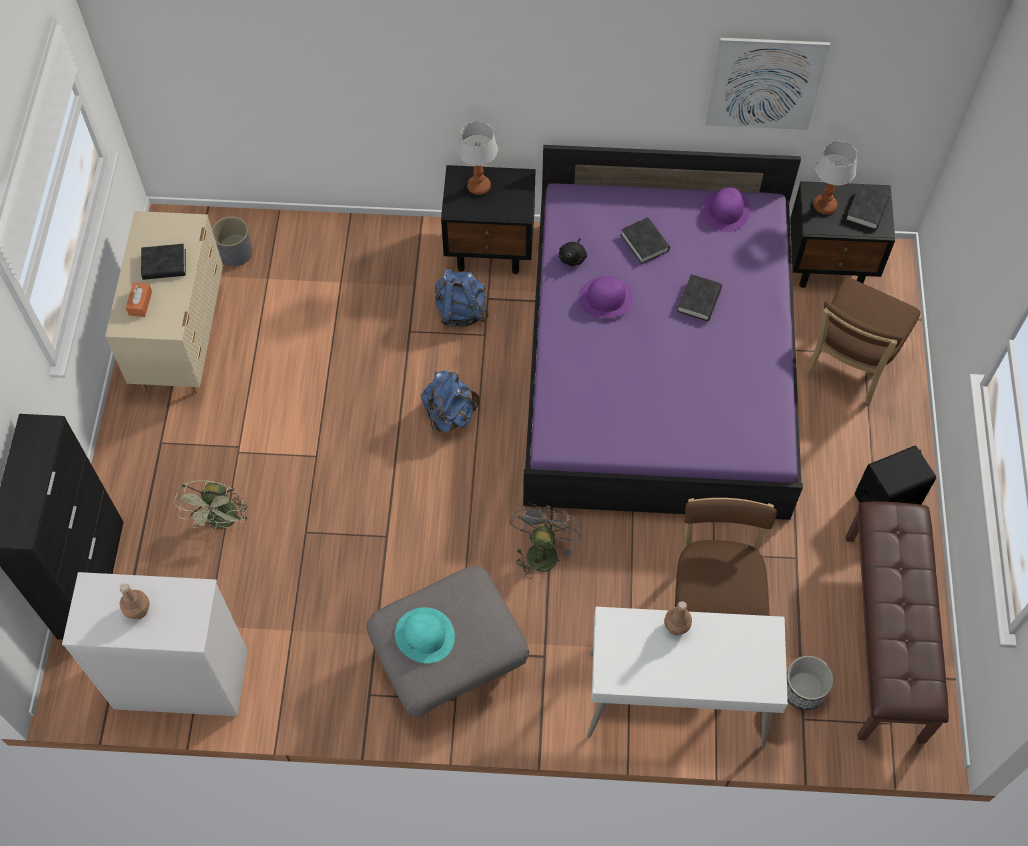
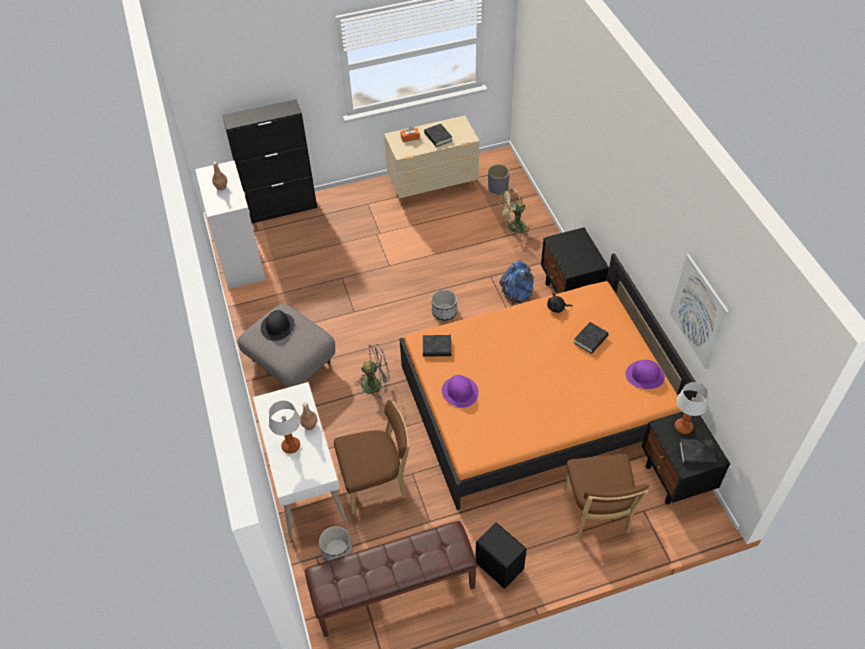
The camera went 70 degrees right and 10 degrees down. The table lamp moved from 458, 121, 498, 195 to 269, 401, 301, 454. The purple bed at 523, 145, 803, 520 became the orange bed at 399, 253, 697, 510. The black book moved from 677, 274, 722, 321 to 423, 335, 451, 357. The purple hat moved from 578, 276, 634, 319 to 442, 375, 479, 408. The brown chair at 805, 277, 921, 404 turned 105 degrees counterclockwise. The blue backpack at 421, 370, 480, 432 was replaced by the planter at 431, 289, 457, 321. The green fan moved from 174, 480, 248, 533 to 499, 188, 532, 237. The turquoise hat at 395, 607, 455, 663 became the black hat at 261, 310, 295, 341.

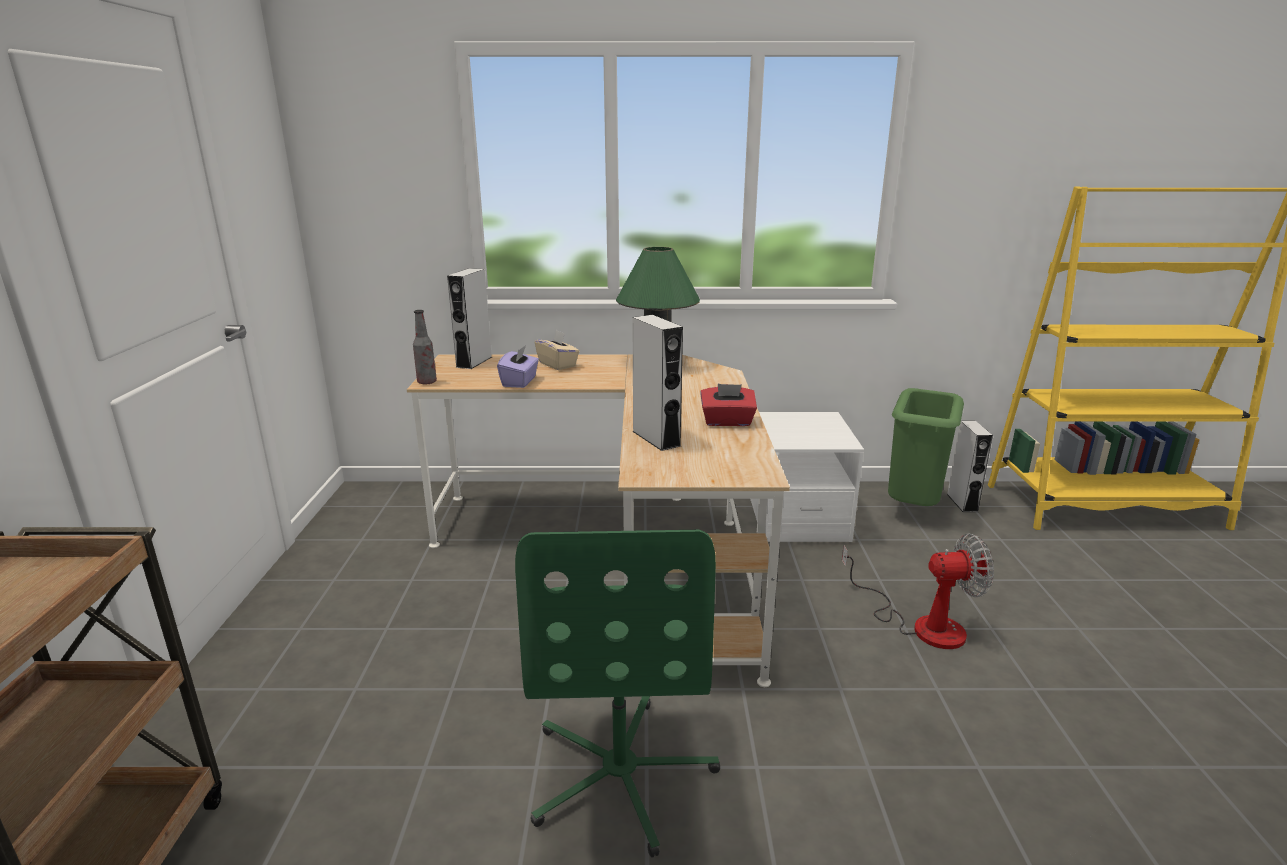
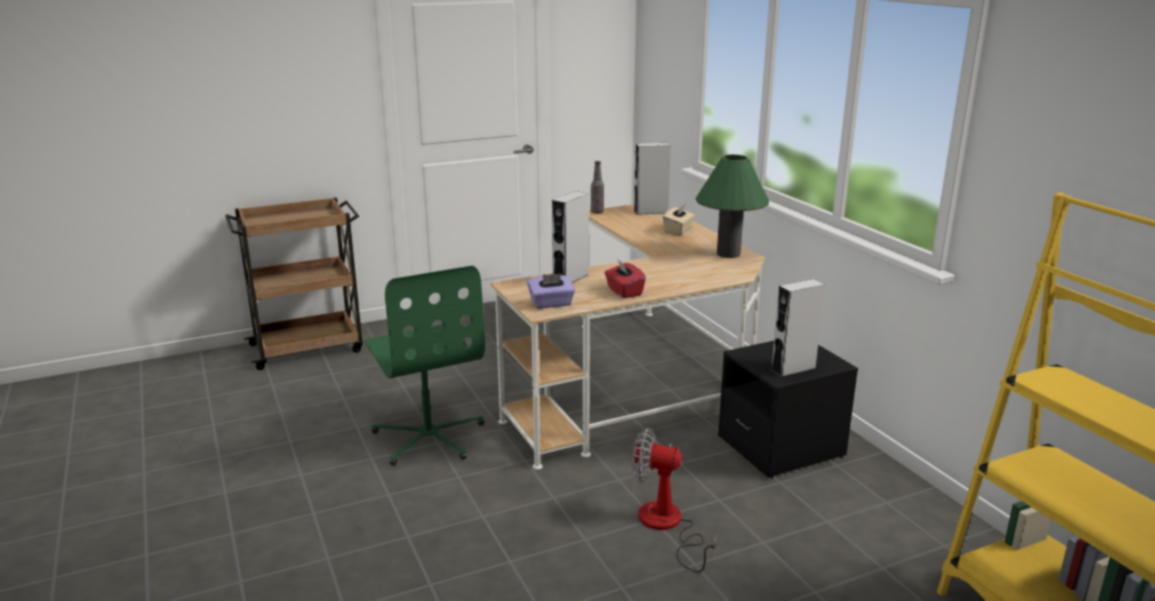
The camera went 65 degrees right and 0 degrees up. The purple tissue box moved from 497, 345, 539, 388 to 527, 273, 575, 309. The green trash can at 888, 388, 964, 506 disappeared. The white nightstand at 750, 412, 864, 542 became the black nightstand at 718, 341, 858, 478. The grey speaker moved from 947, 421, 993, 512 to 771, 279, 825, 377. The green office chair at 515, 530, 720, 858 turned 90 degrees counterclockwise. The fan at 842, 533, 994, 649 turned 135 degrees clockwise.

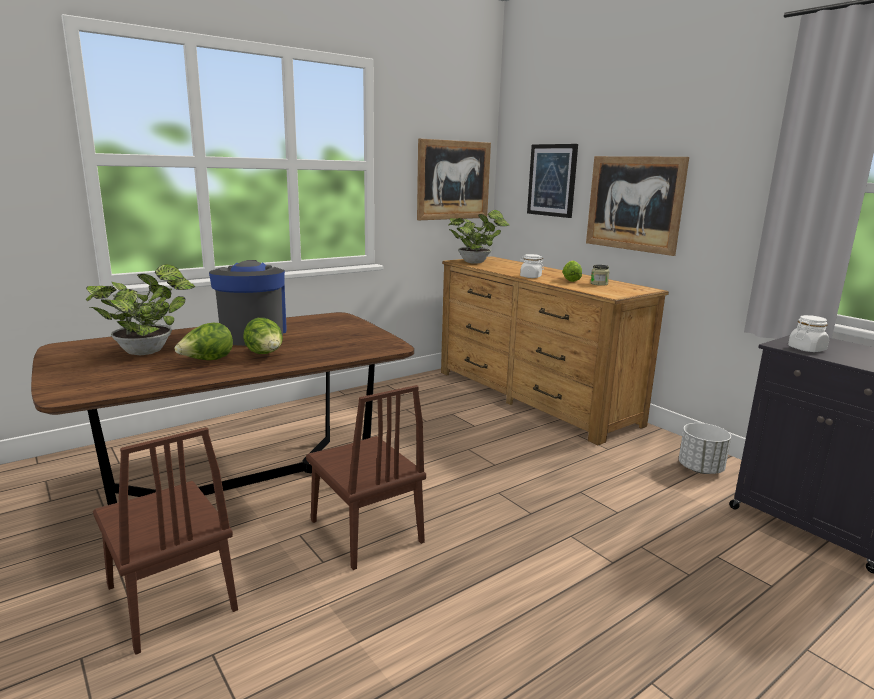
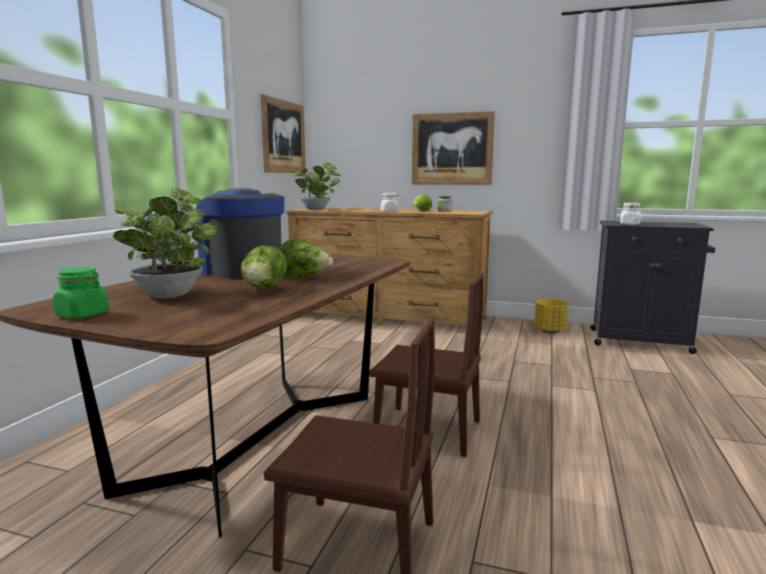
The camera went 35 degrees left and 5 degrees down. The picture at 527, 144, 578, 218 disappeared. The white planter at 679, 423, 731, 474 became the yellow planter at 534, 299, 569, 333. The green jar at 53, 267, 109, 318 appeared.

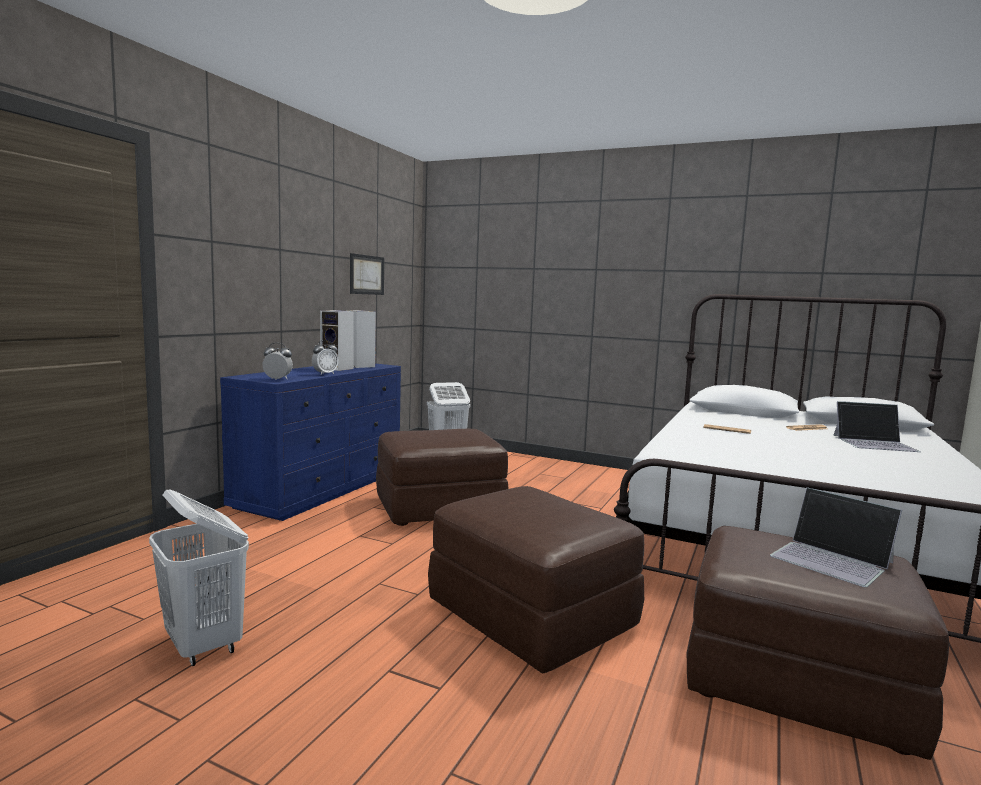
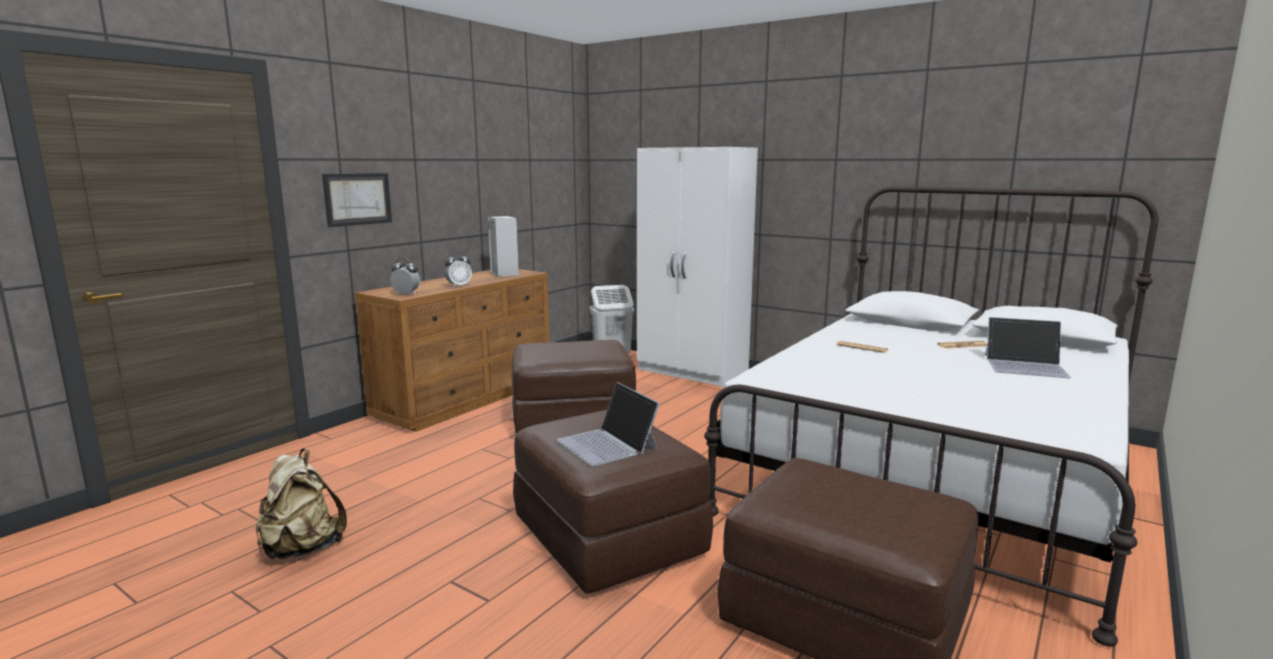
The camera went 10 degrees right and 5 degrees up. The picture moved from 350, 253, 384, 295 to 322, 173, 392, 227. The speaker at 320, 310, 354, 371 disappeared. The blue dresser at 220, 364, 401, 521 became the brown dresser at 355, 269, 550, 432. The laptop moved from 770, 487, 902, 587 to 557, 382, 660, 466. The white laundry basket at 149, 490, 249, 666 was replaced by the beige backpack at 256, 449, 347, 559. The white wardrobe at 637, 147, 758, 387 appeared.

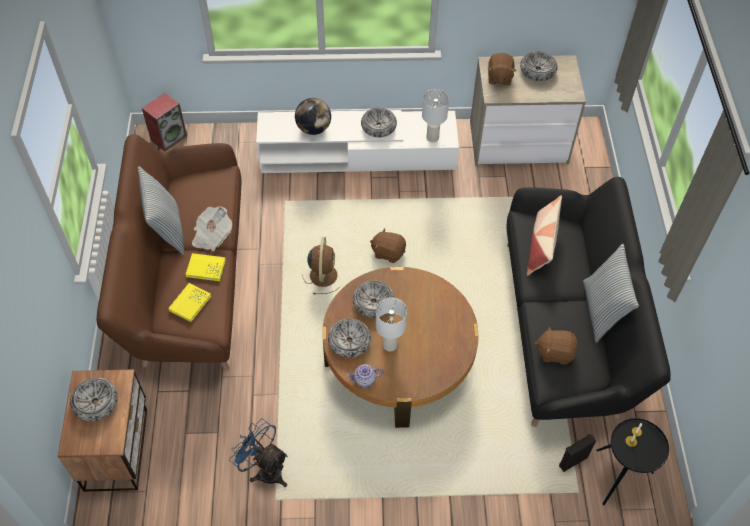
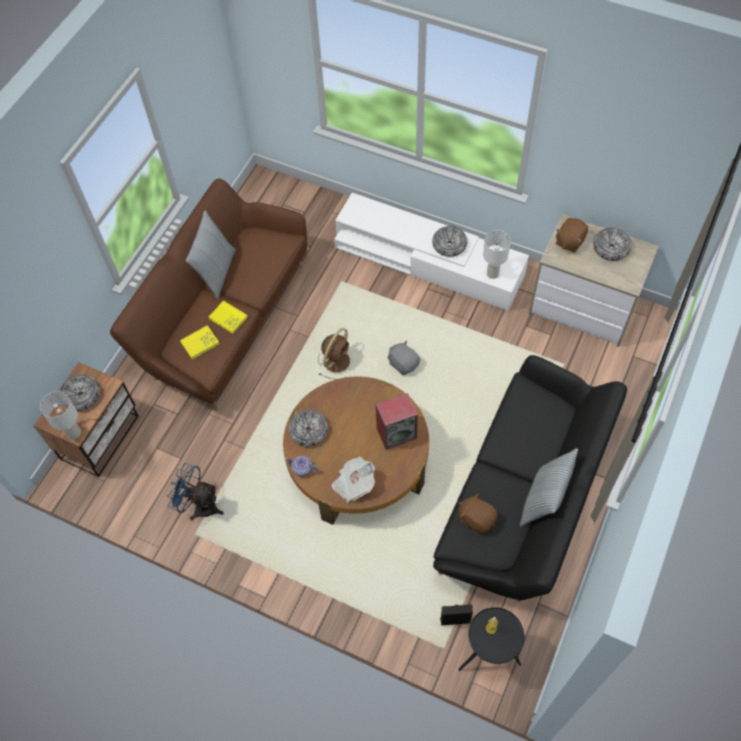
The camera went 30 degrees right and 5 degrees up. The speaker moved from 142, 93, 187, 152 to 376, 393, 418, 450. The globe at 295, 98, 331, 135 disappeared. The pillow at 527, 195, 562, 276 disappeared. The newspaper moved from 192, 206, 232, 251 to 332, 457, 375, 503. The brown plush toy at 370, 228, 406, 263 became the grey plush toy at 388, 340, 420, 375. The bowl at 353, 280, 394, 318 disappeared. The white table lamp moved from 376, 297, 407, 352 to 40, 391, 81, 439. The blue fan at 229, 418, 288, 487 turned 45 degrees counterclockwise.

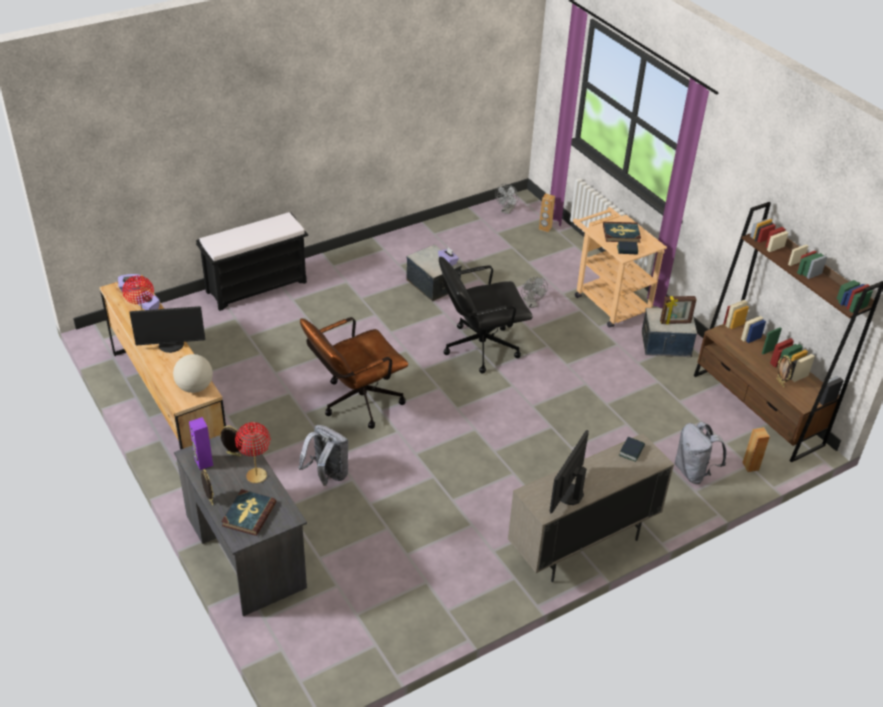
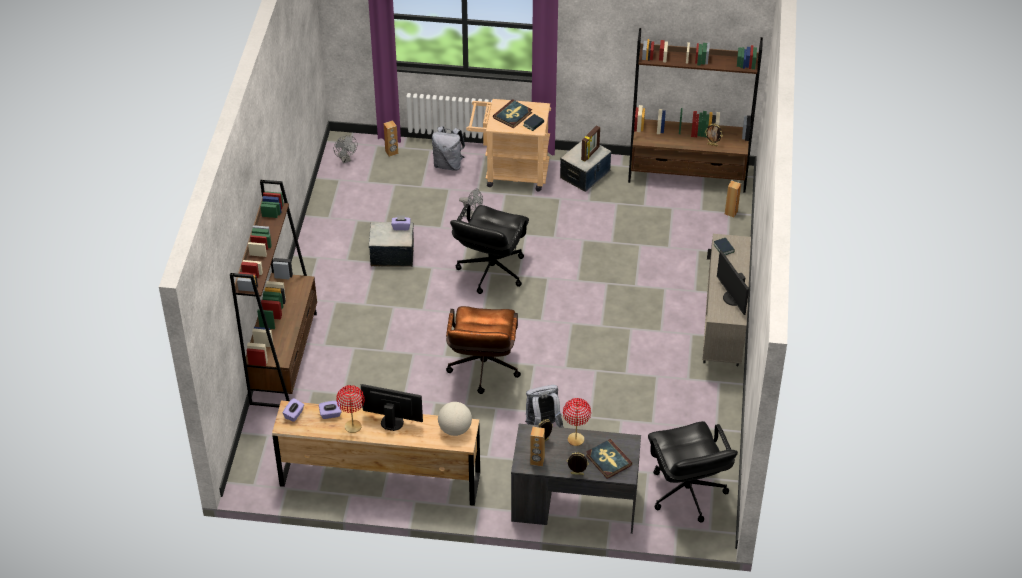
The camera went 50 degrees left and 5 degrees up. The black bench at 196, 212, 308, 311 was replaced by the brown bookcase at 230, 180, 317, 408. The monitor at 129, 306, 205, 353 turned 105 degrees counterclockwise. The purple speaker at 189, 417, 213, 470 became the brown speaker at 530, 427, 545, 466. The grey backpack moved from 675, 422, 727, 484 to 432, 126, 465, 171. The black office chair at 648, 421, 738, 523 appeared.

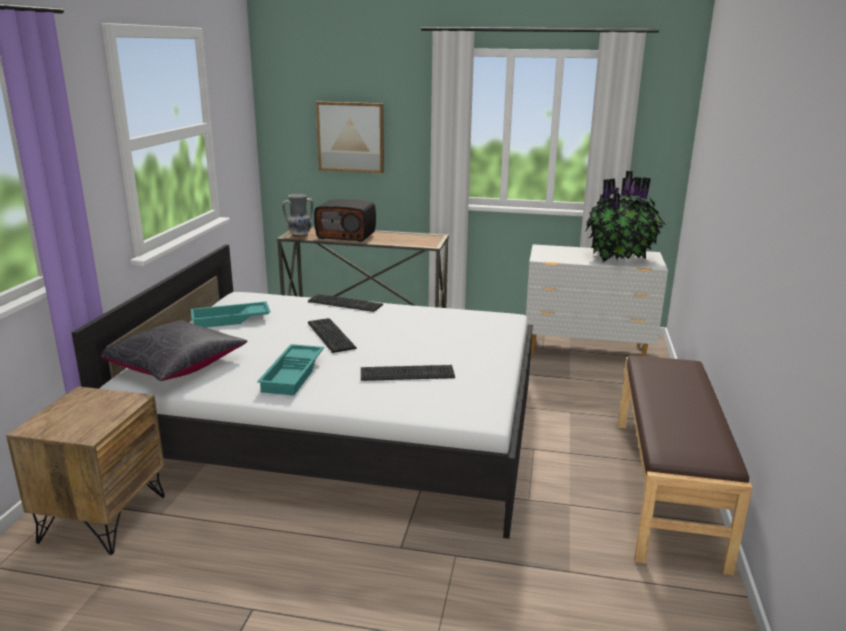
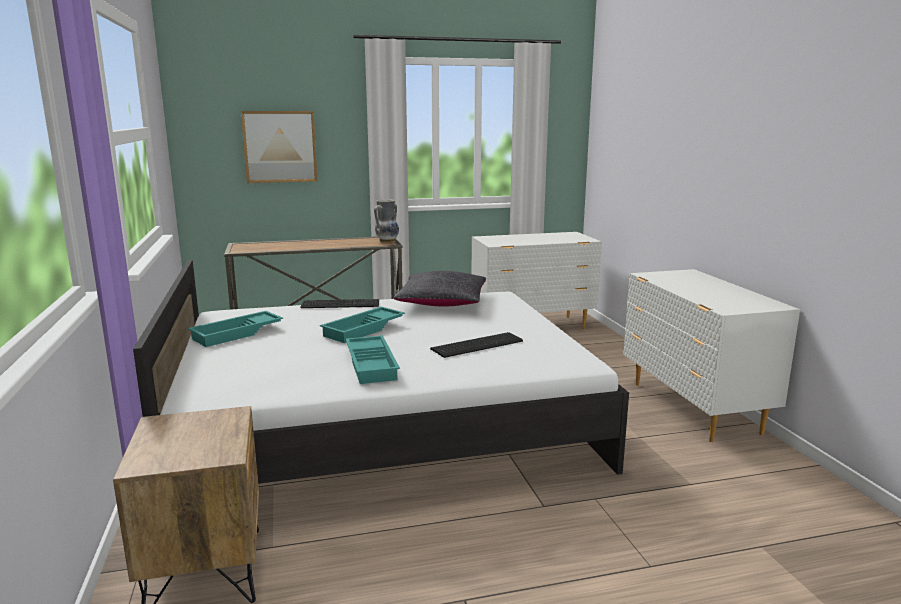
The camera went 25 degrees left and 5 degrees down. The potted plant at 584, 171, 666, 262 disappeared. The vase moved from 282, 194, 313, 238 to 374, 199, 399, 242. The radio at 314, 199, 376, 242 disappeared. The keyboard at 308, 318, 357, 353 was replaced by the turquoise tray at 320, 307, 405, 343. The black pillow moved from 101, 320, 247, 381 to 394, 271, 486, 306. The brown bench at 618, 355, 752, 575 was replaced by the white dresser at 623, 269, 800, 442.

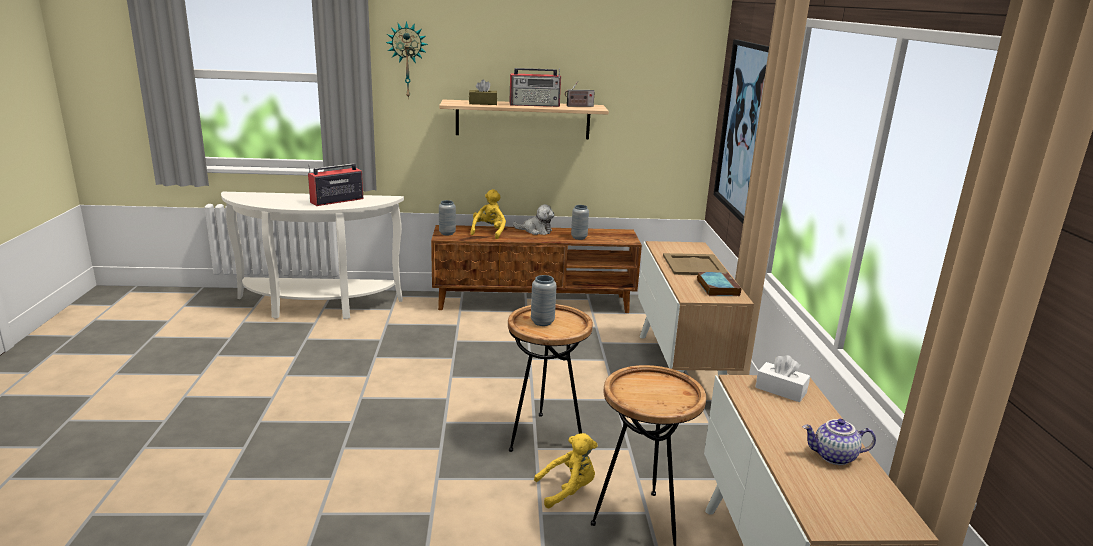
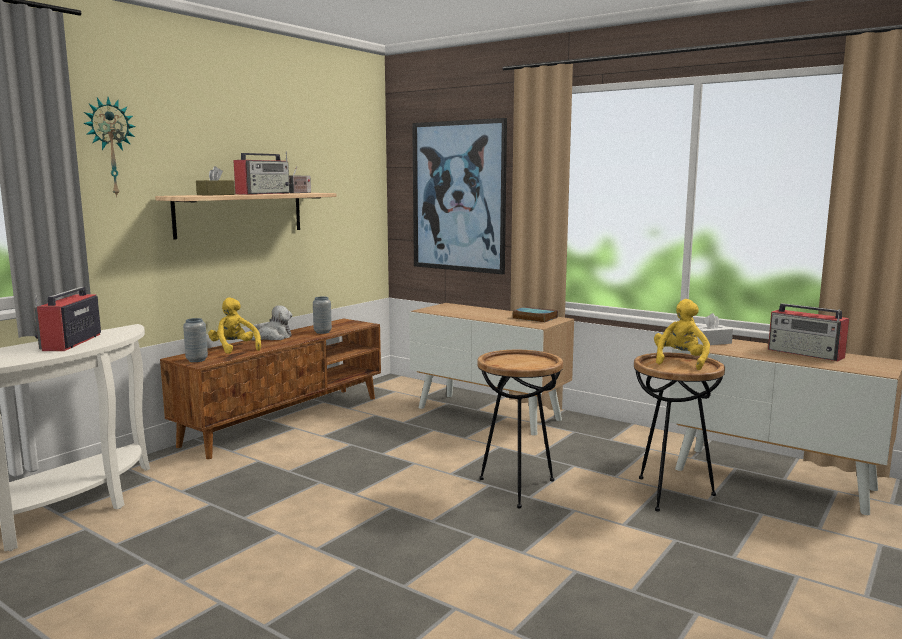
The camera went 50 degrees left and 10 degrees down. The beige tray at 663, 253, 727, 275 disappeared. The grey vase at 531, 275, 557, 326 disappeared. The teapot at 803, 419, 876, 465 was replaced by the radio at 768, 303, 849, 361. The yellow plush toy moved from 534, 433, 597, 508 to 654, 299, 710, 370.

